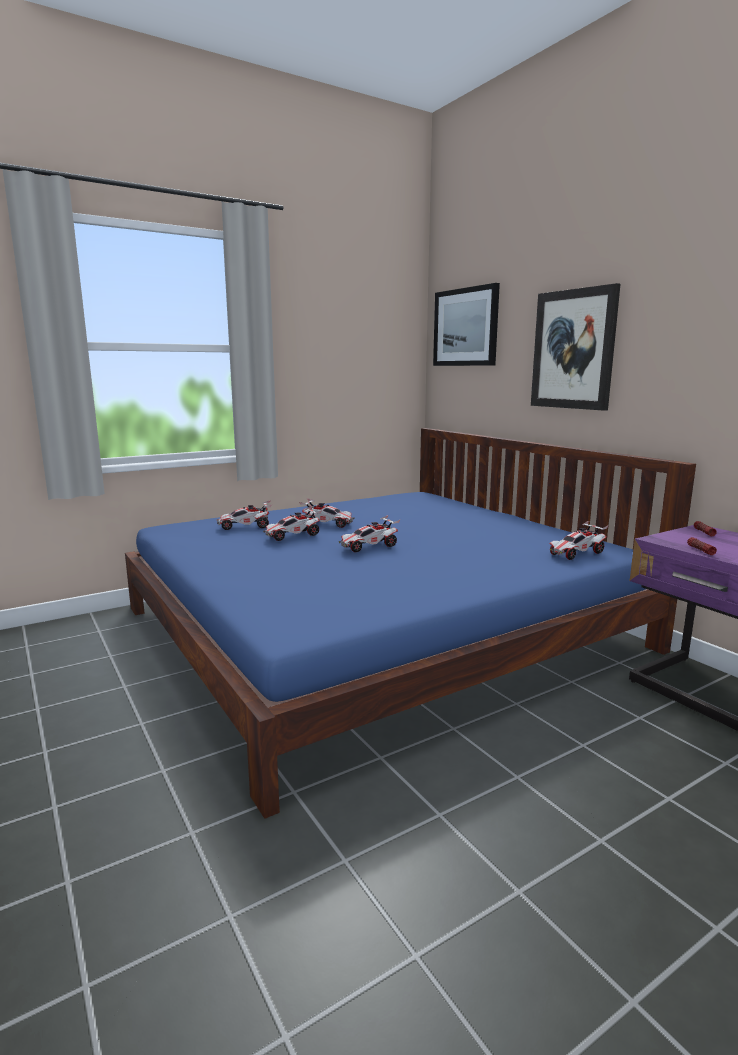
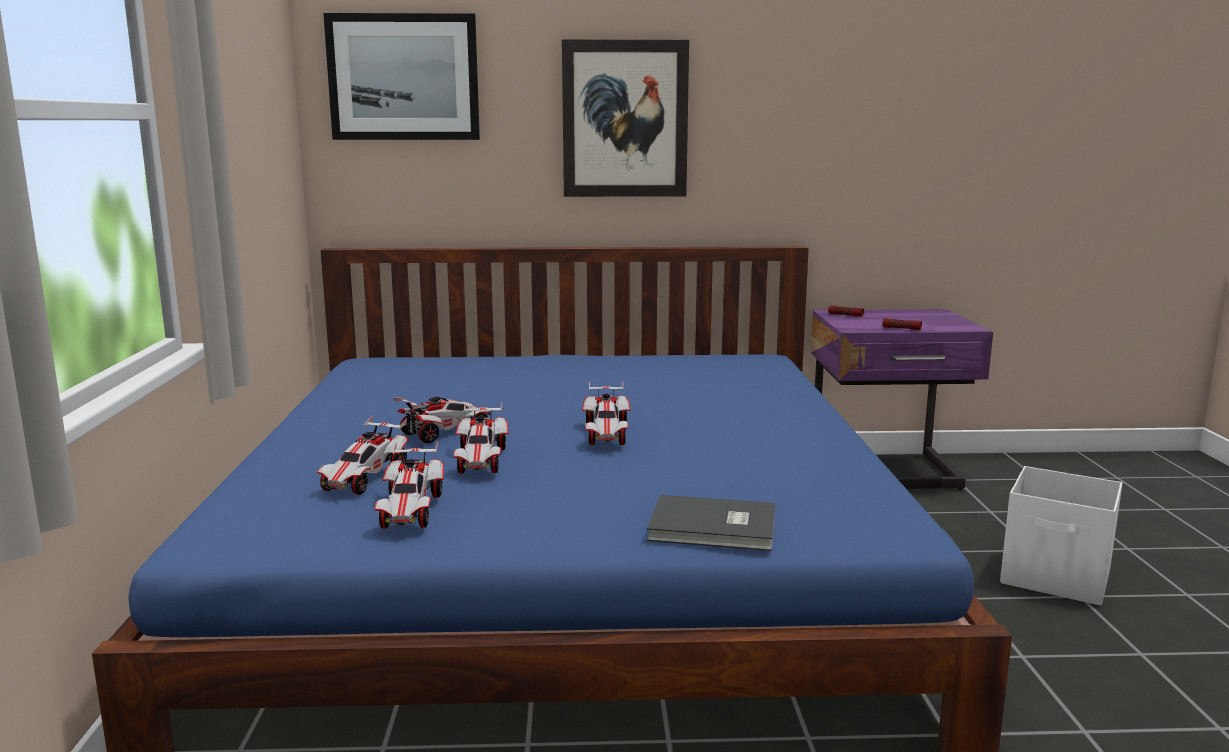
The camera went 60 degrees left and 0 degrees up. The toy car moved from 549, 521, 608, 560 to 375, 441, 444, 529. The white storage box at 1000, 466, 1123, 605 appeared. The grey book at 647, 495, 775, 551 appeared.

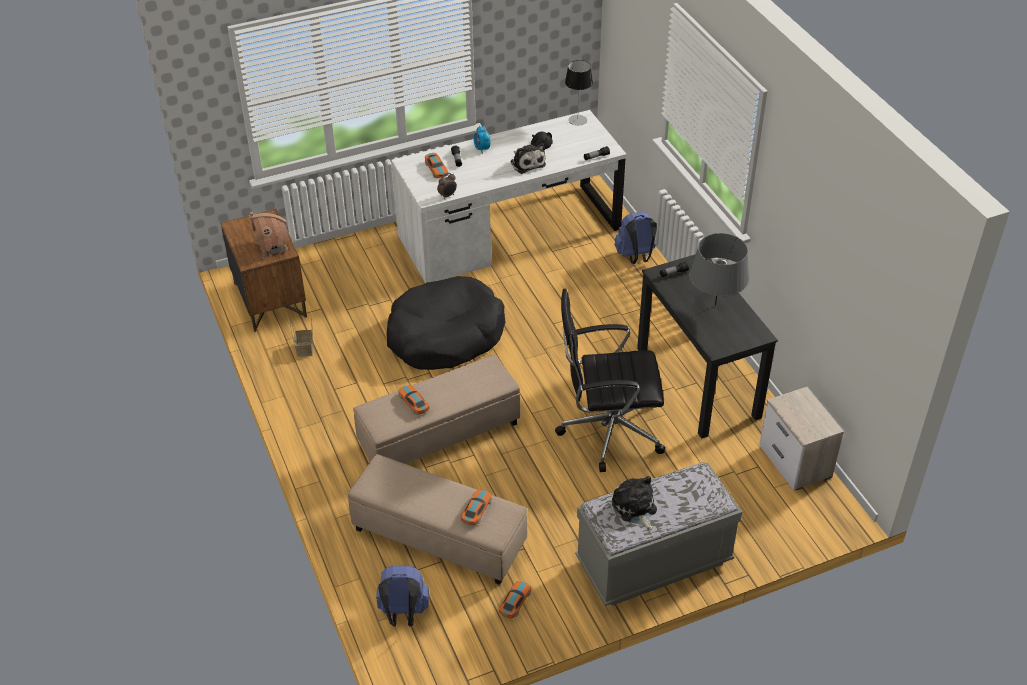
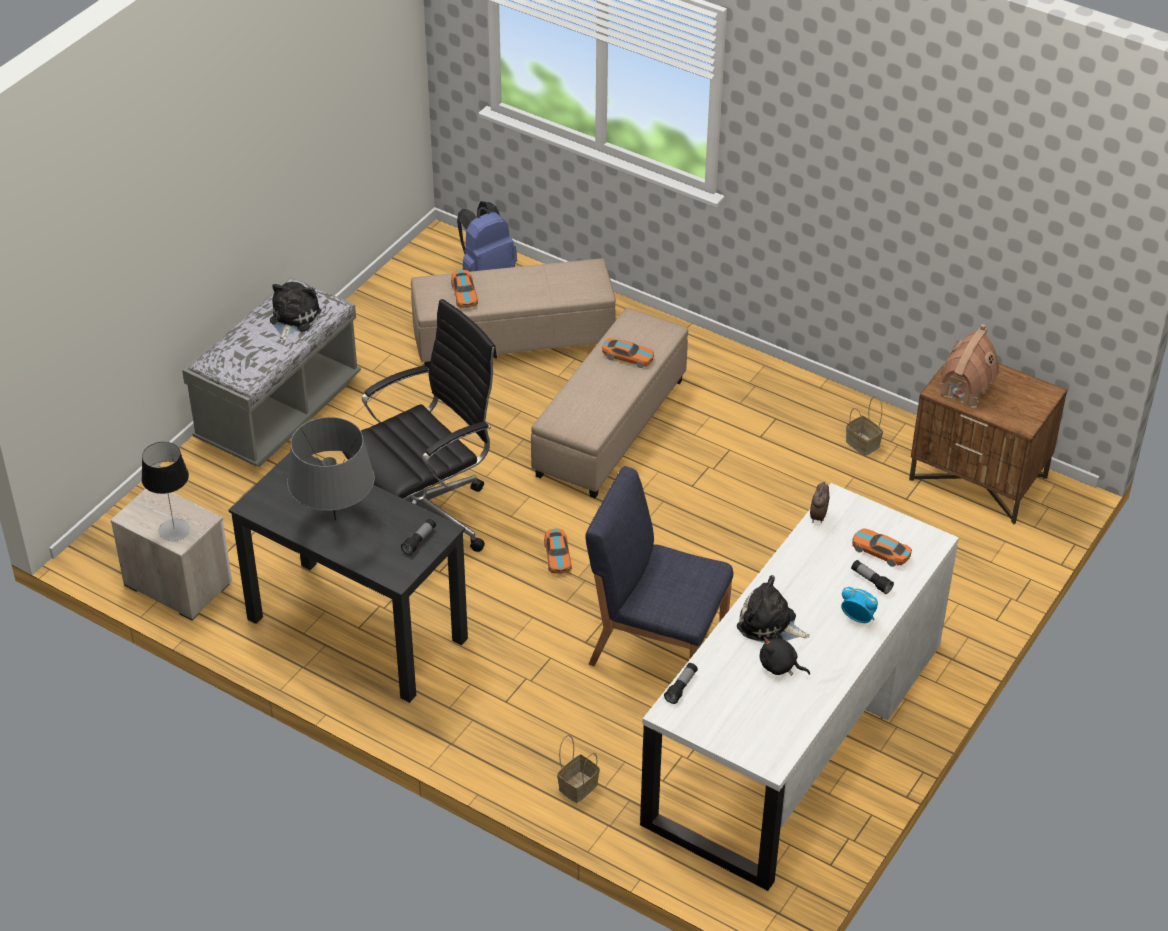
The camera went 145 degrees right and 0 degrees up. The table lamp moved from 565, 60, 593, 125 to 141, 442, 190, 541. The blue backpack at 615, 212, 657, 264 was replaced by the basket at 557, 735, 600, 803. The black dog bed at 387, 276, 506, 370 disappeared. The plush toy at 612, 476, 657, 530 turned 105 degrees counterclockwise. The toy car moved from 499, 581, 531, 618 to 544, 529, 572, 574. The blue chair at 585, 466, 733, 666 appeared.

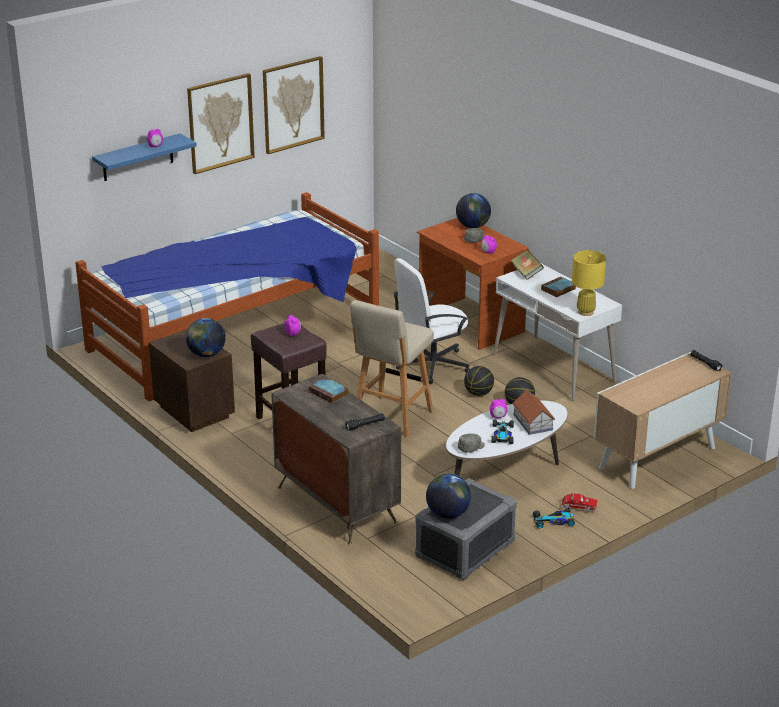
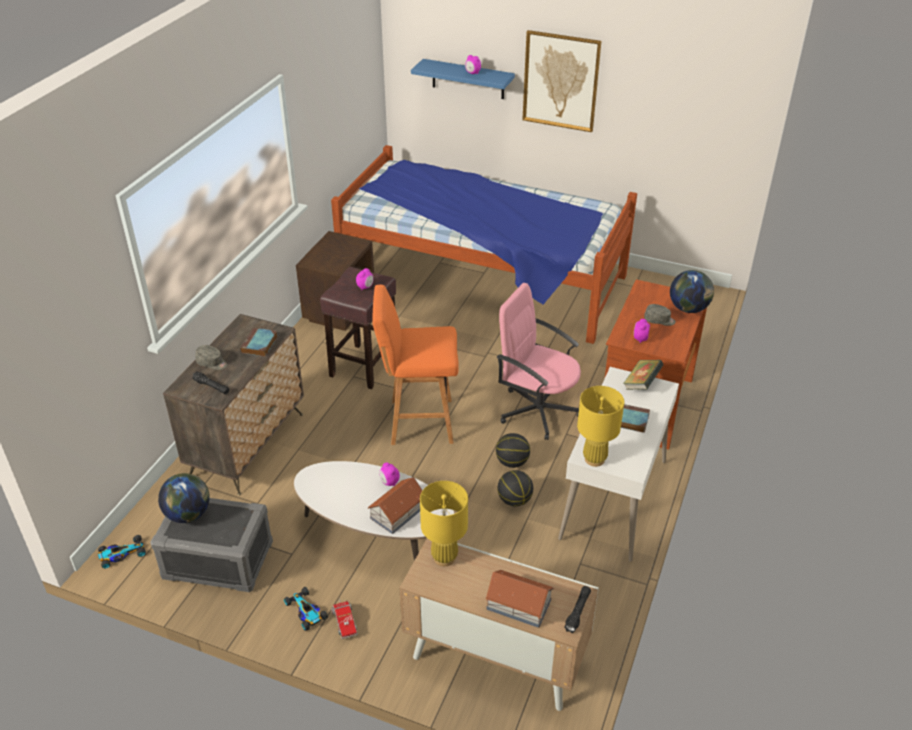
The camera went 60 degrees right and 10 degrees up. The picture at 263, 56, 325, 154 disappeared. The white office chair at 393, 258, 470, 384 became the pink office chair at 497, 283, 581, 440. The beige stool at 350, 300, 434, 437 became the orange stool at 373, 285, 459, 445. The globe at 186, 318, 226, 357 disappeared. The toy car moved from 491, 419, 514, 444 to 98, 535, 146, 569. The grey cap moved from 458, 434, 485, 452 to 196, 345, 228, 370. The yellow table lamp at 420, 481, 468, 566 appeared. The toy house at 485, 570, 554, 628 appeared.

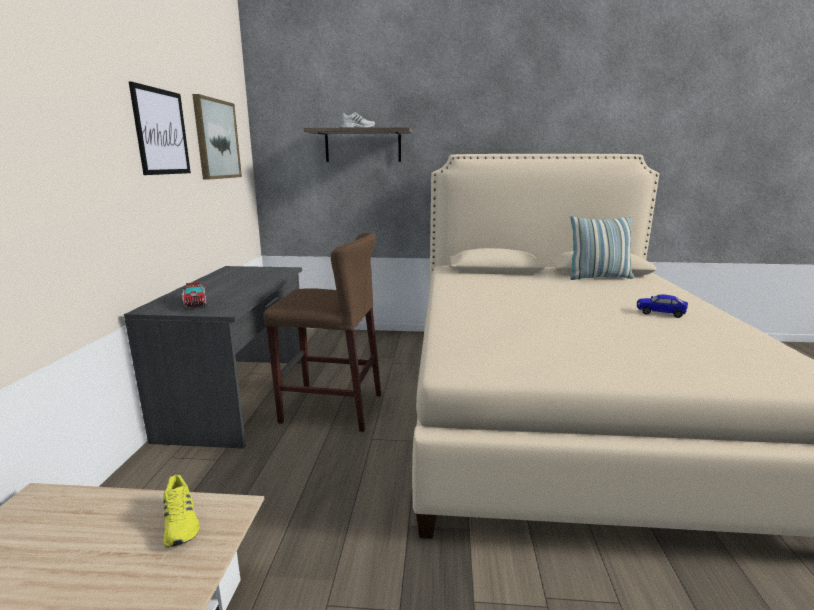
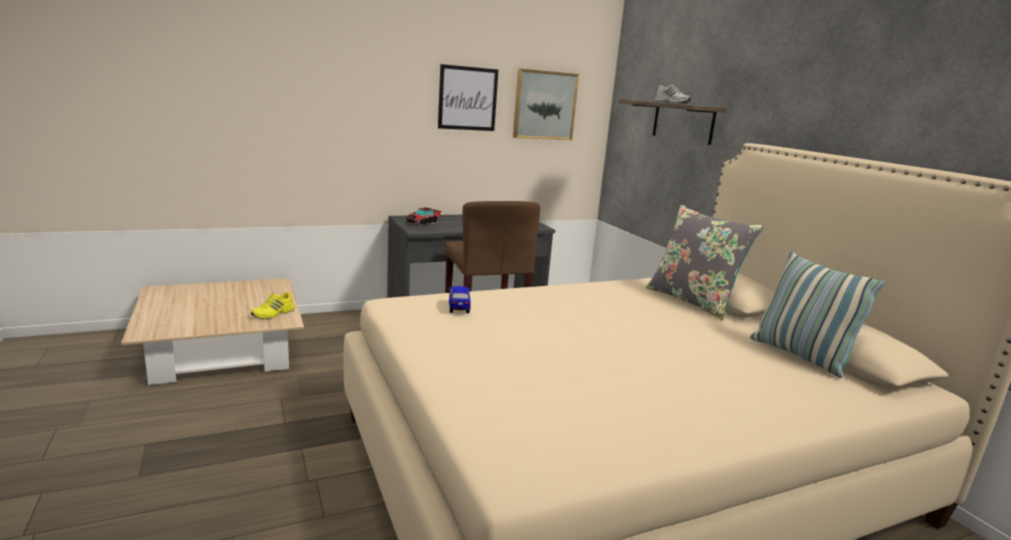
The camera went 60 degrees right and 0 degrees up. The toy car moved from 637, 295, 688, 318 to 448, 286, 471, 313. The grey pillow at 646, 205, 764, 320 appeared.

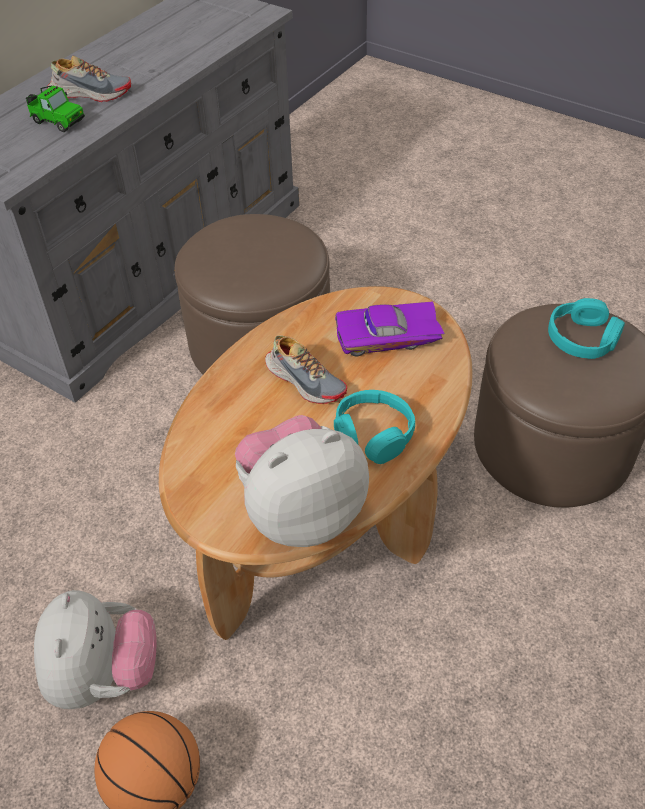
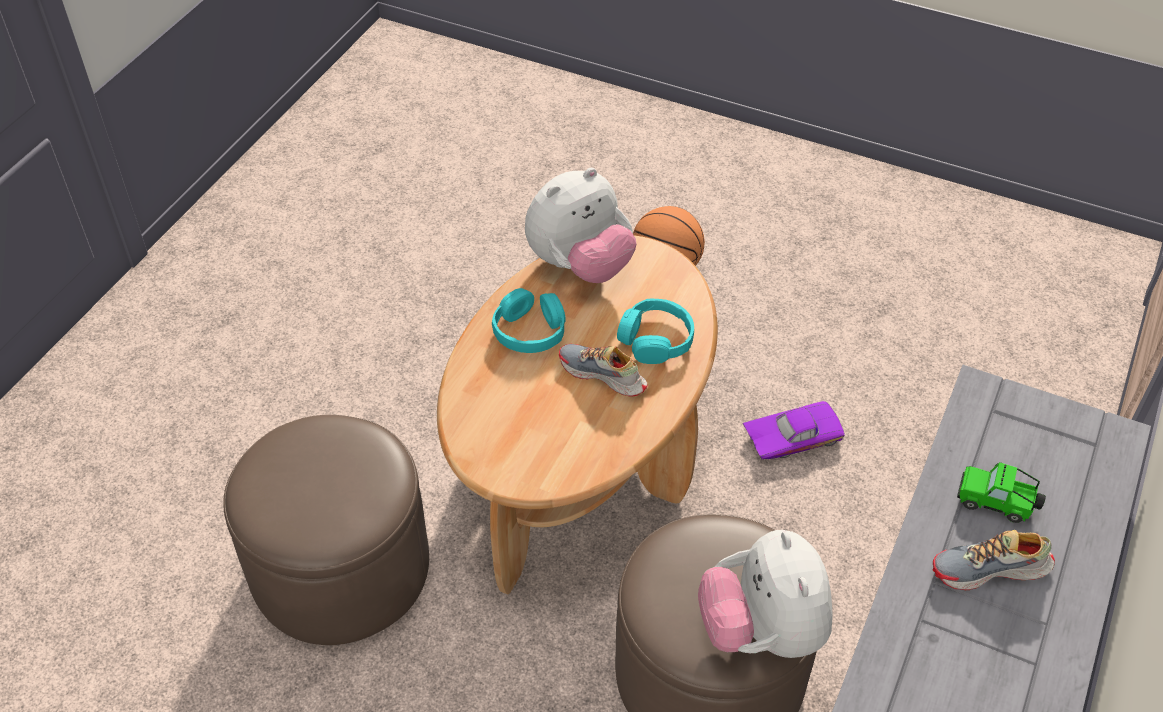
The camera went 170 degrees right and 0 degrees up. The turquoise headphones moved from 548, 298, 625, 359 to 617, 298, 694, 364. The purple toy car moved from 335, 301, 445, 356 to 743, 401, 845, 459. The plush toy moved from 34, 590, 156, 709 to 698, 530, 832, 658.

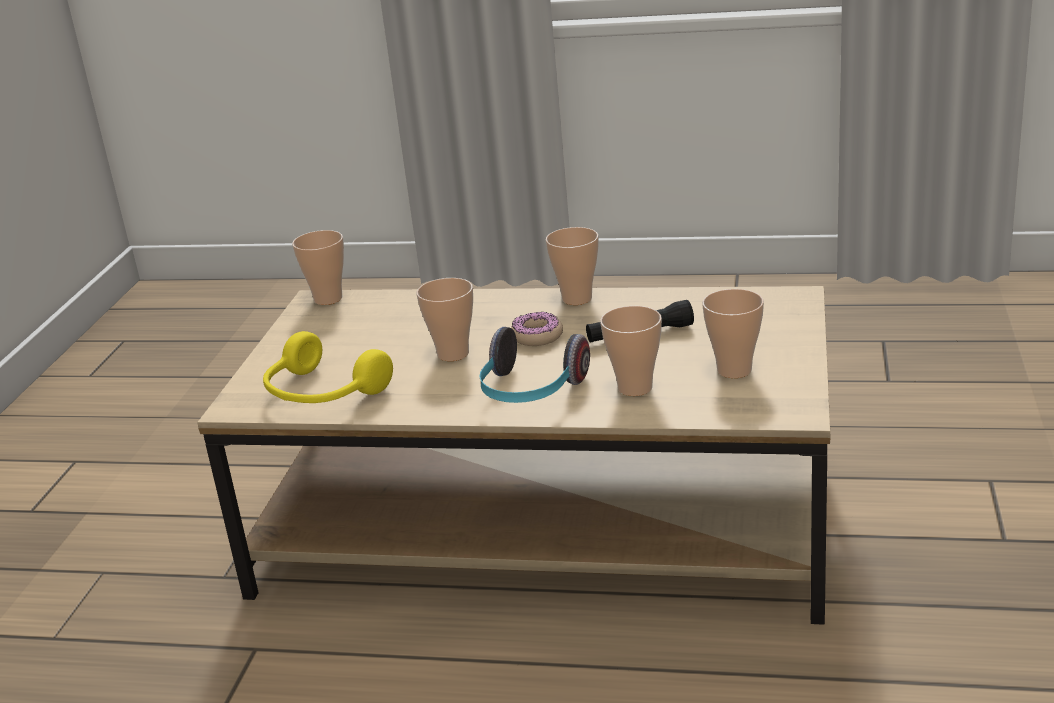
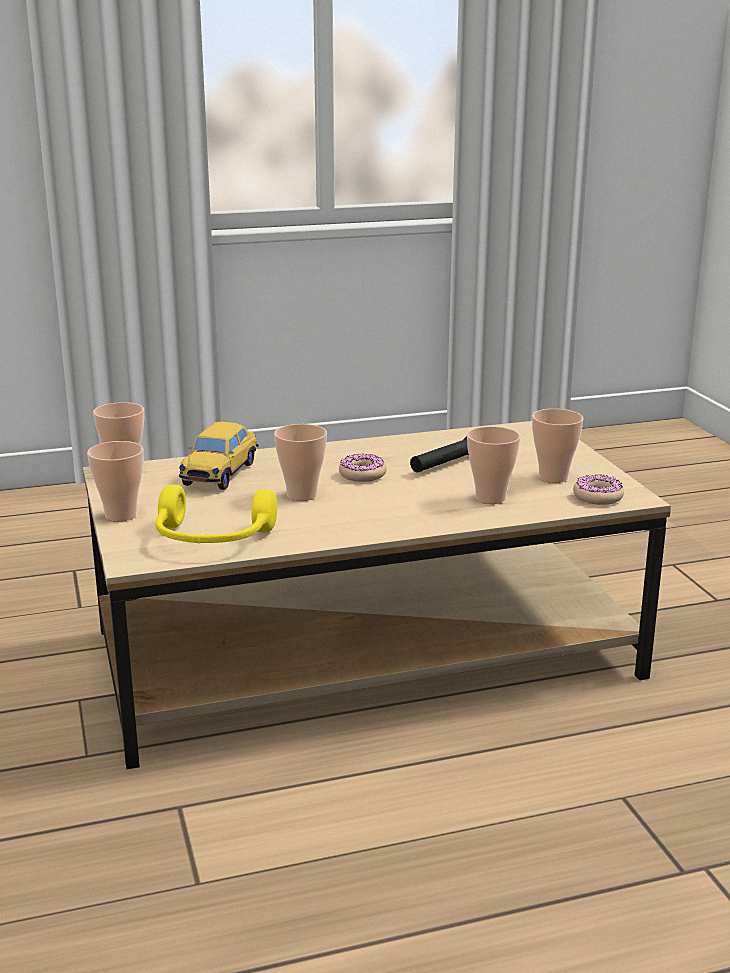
The camera went 30 degrees left and 5 degrees down. The cup moved from 546, 227, 599, 305 to 87, 441, 144, 522. The headphones at 479, 327, 590, 403 disappeared. The toy car at 179, 422, 259, 490 appeared. The donut at 573, 474, 624, 505 appeared.

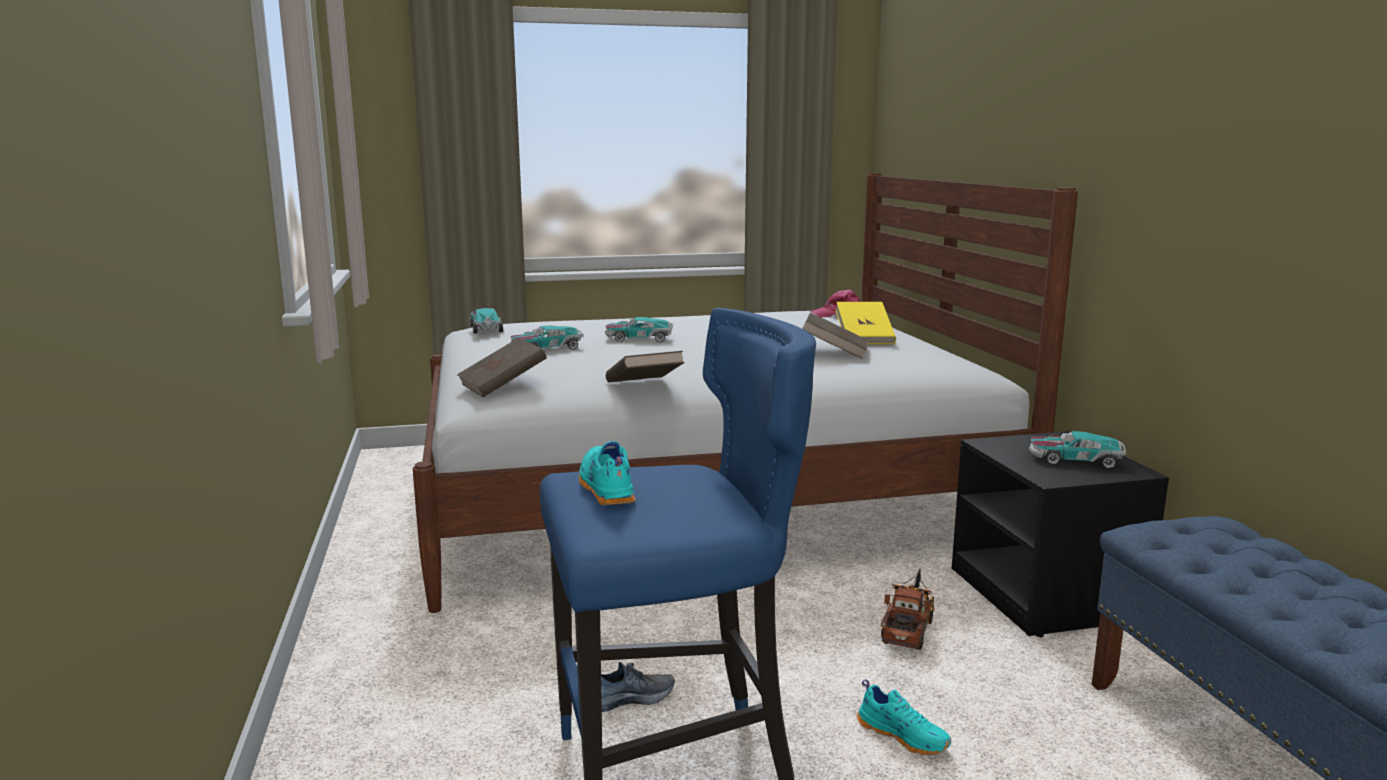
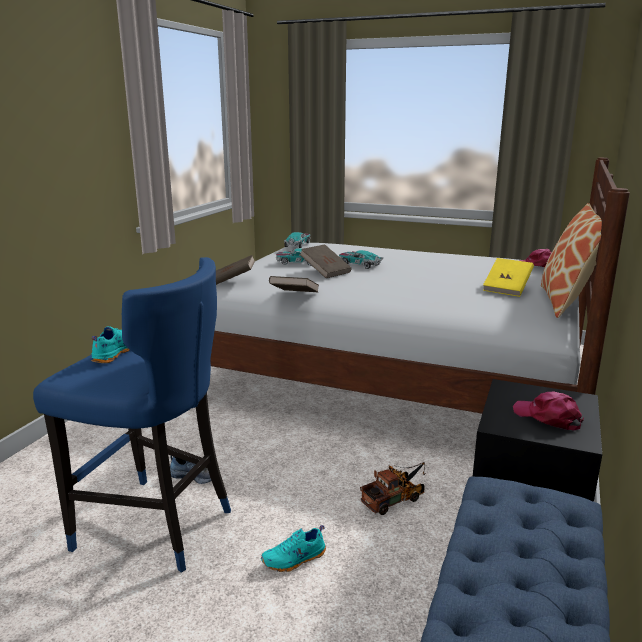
The camera went 35 degrees right and 5 degrees up. The brown book moved from 802, 312, 868, 359 to 300, 244, 352, 278. The toy car at 1029, 431, 1126, 469 was replaced by the pink cap at 513, 392, 584, 431. The turquoise shoe at 857, 679, 951, 755 turned 75 degrees clockwise. The pillow at 541, 203, 602, 318 appeared.

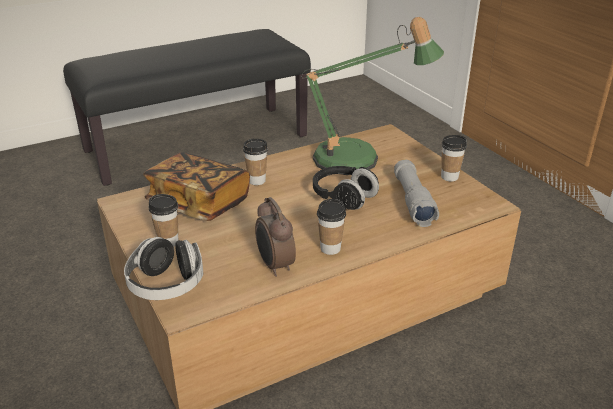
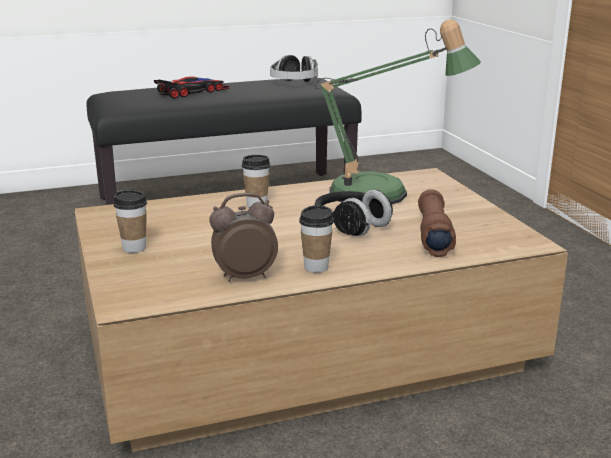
The camera went 10 degrees right and 10 degrees down. The cup at 441, 135, 467, 182 disappeared. The book at 143, 152, 250, 221 disappeared. The grey flashlight at 394, 159, 439, 227 became the brown flashlight at 418, 189, 456, 257. The alarm clock at 255, 197, 296, 277 turned 90 degrees clockwise. The headphones moved from 124, 237, 203, 300 to 270, 55, 318, 82. The toy car at 154, 76, 229, 98 appeared.

